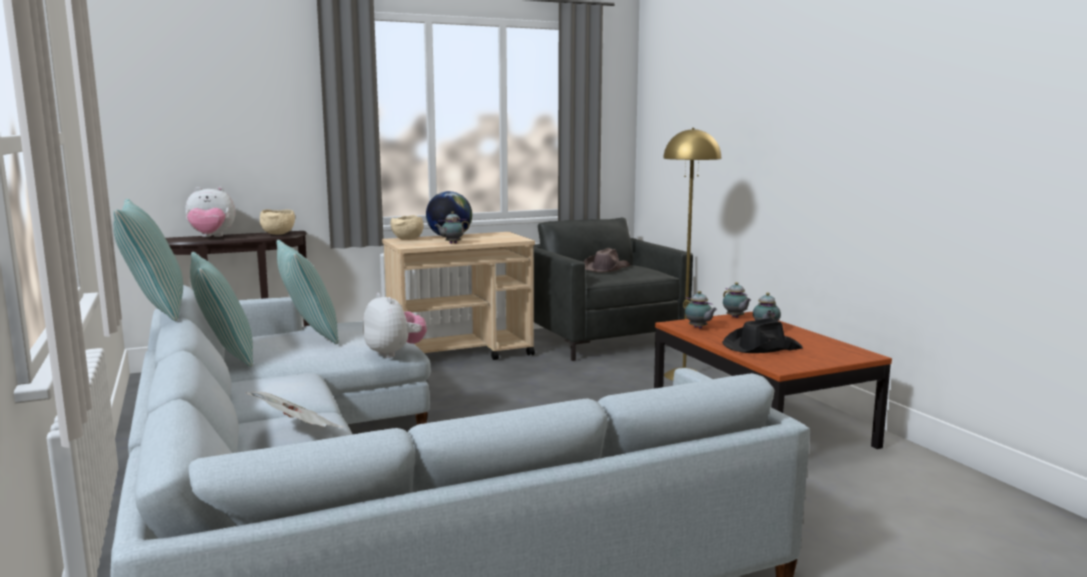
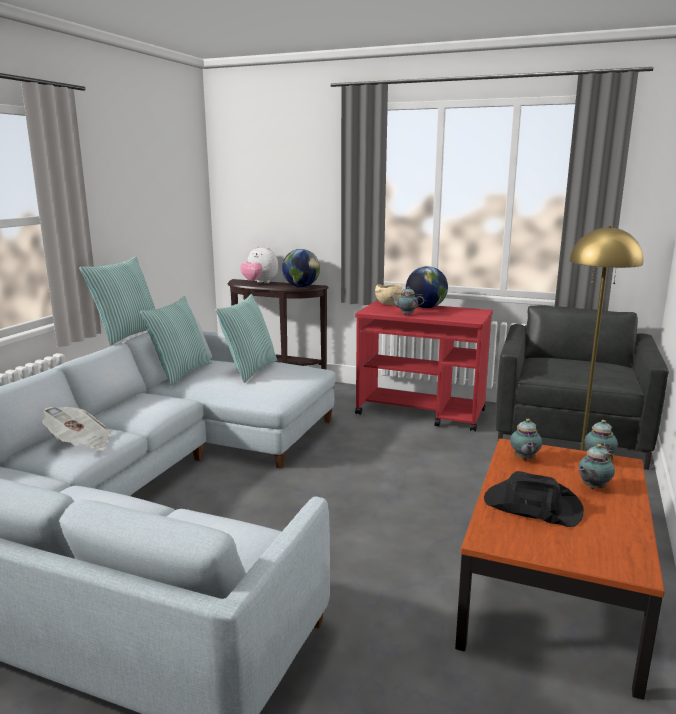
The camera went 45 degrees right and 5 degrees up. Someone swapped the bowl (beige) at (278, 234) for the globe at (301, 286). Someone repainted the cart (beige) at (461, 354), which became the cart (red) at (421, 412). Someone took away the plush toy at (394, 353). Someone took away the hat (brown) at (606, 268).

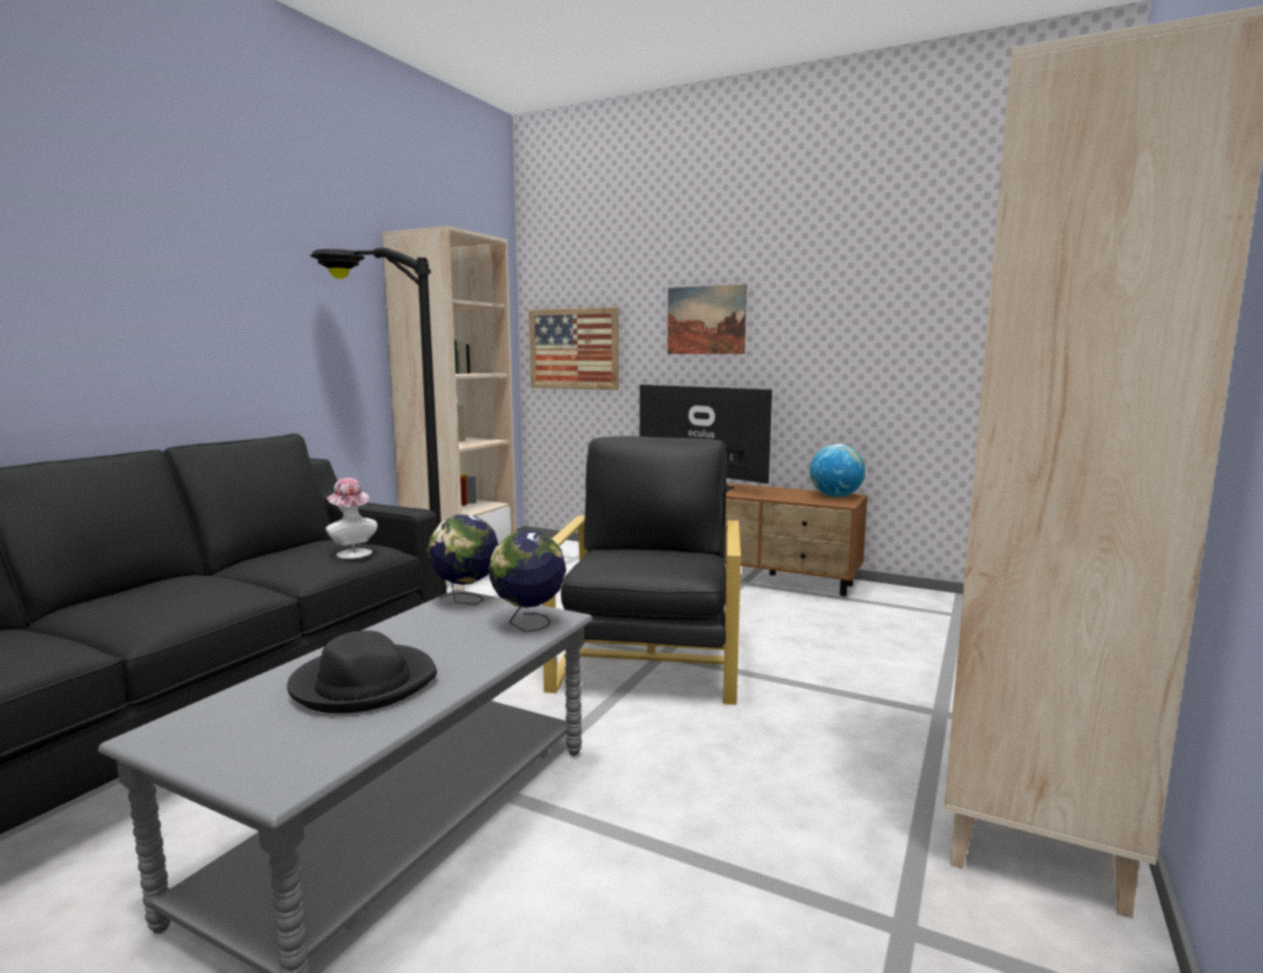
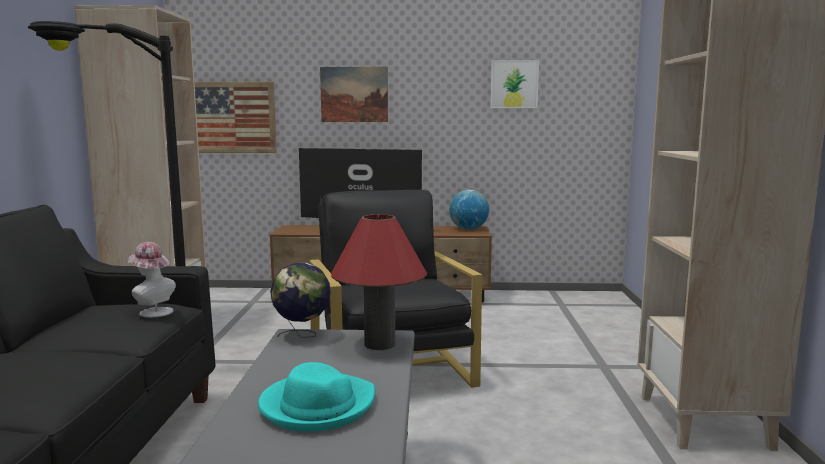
The camera went 25 degrees left and 0 degrees up. Someone repainted the hat (black) at (363, 683), which became the hat (turquoise) at (317, 406). Someone swapped the globe at (529, 625) for the table lamp (red) at (379, 344). Someone put up the picture at (514, 84).

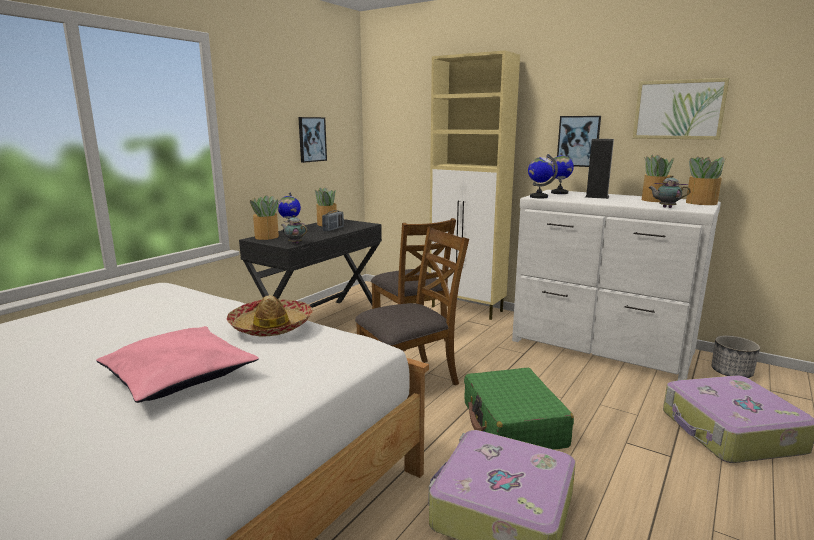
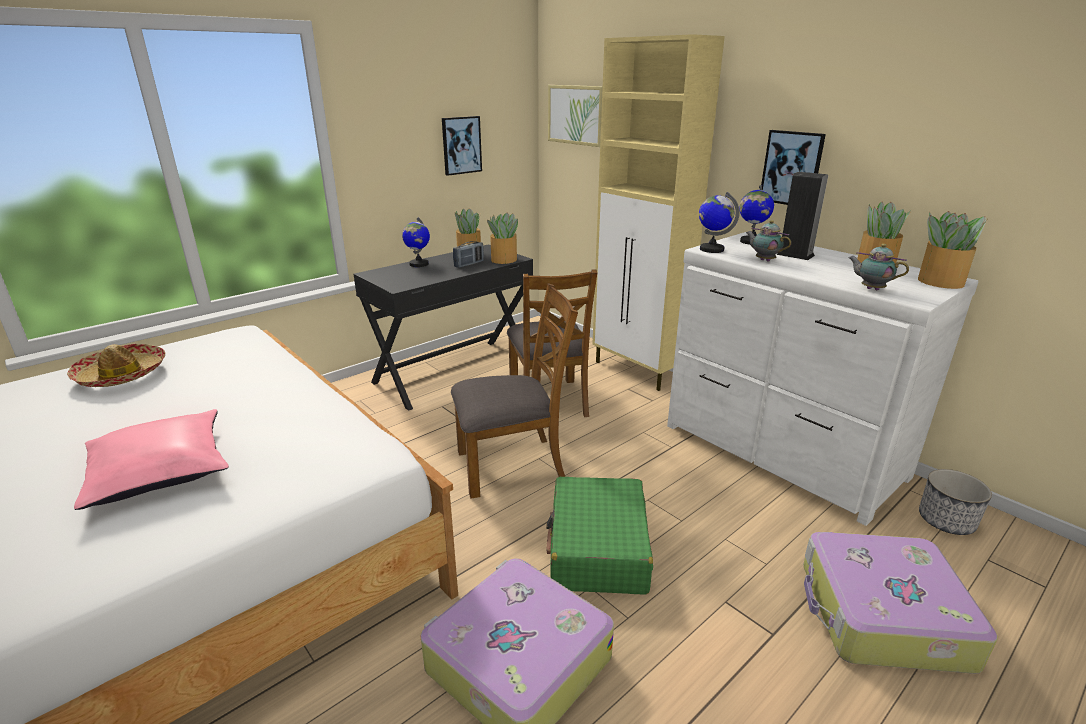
The camera went 15 degrees right and 10 degrees up. Someone carried the hat from (271, 326) to (121, 374). Someone carried the potted plant from (266, 237) to (503, 260). Someone carried the picture from (678, 109) to (576, 115). Someone carried the teapot from (294, 243) to (763, 260).

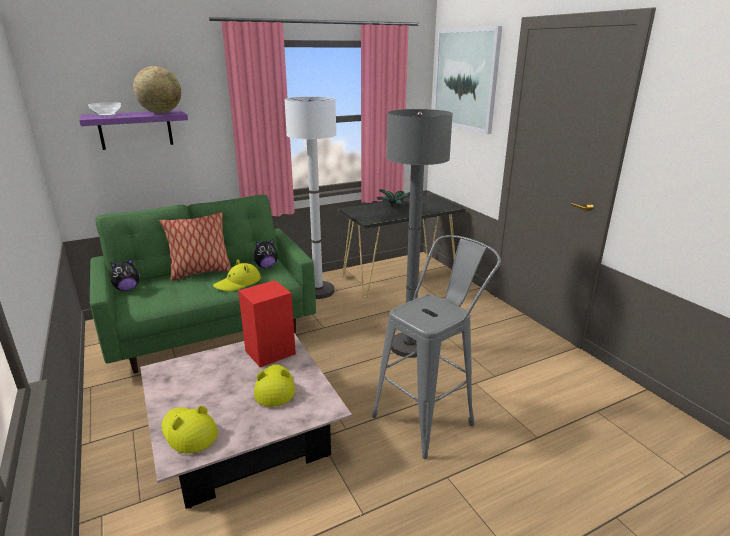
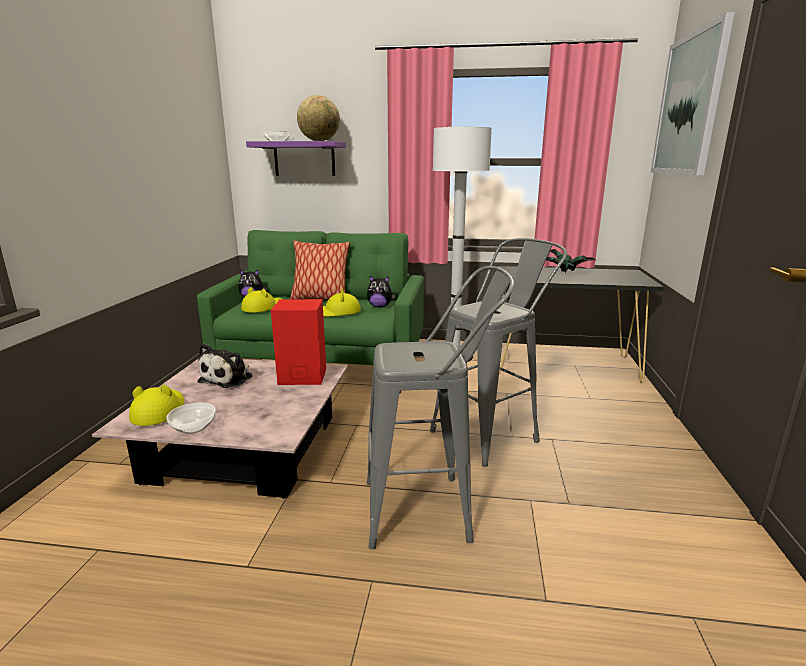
The camera went 35 degrees right and 5 degrees down. Someone put down the bowl at (193, 427). Someone put down the plush toy at (228, 378). Someone carried the hat (yellow) from (274, 388) to (263, 307). Someone swapped the floor lamp (grey) at (409, 346) for the stool (grey) at (492, 433).

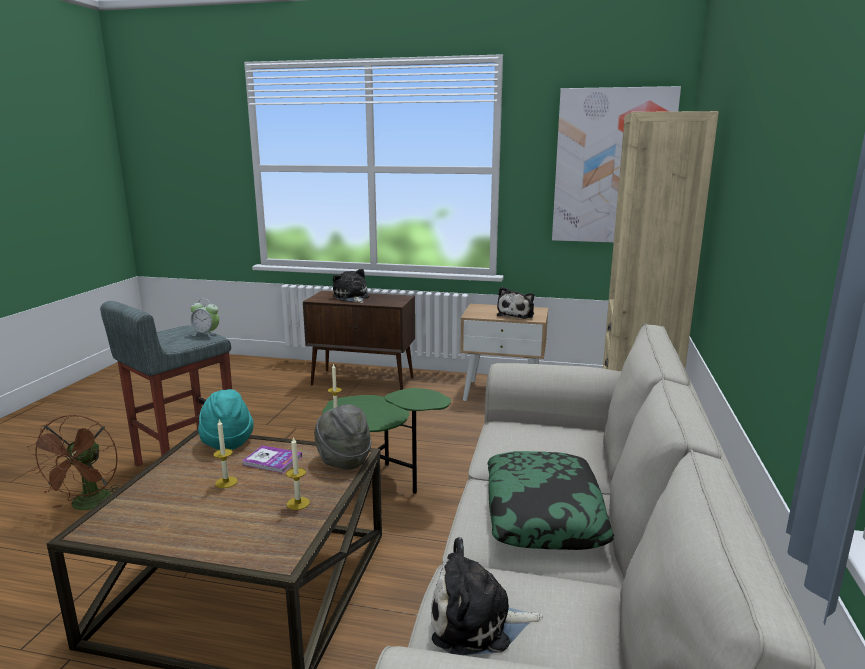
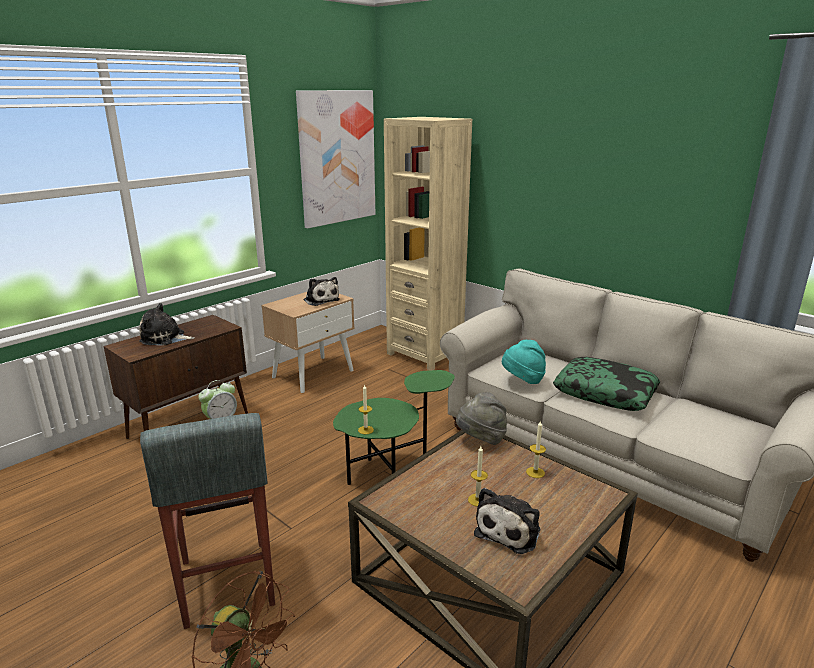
The camera went 60 degrees left and 5 degrees up. Someone carried the plush toy from (477, 622) to (509, 530). Someone carried the hat (turquoise) from (227, 441) to (522, 380). Someone took away the book at (272, 460).

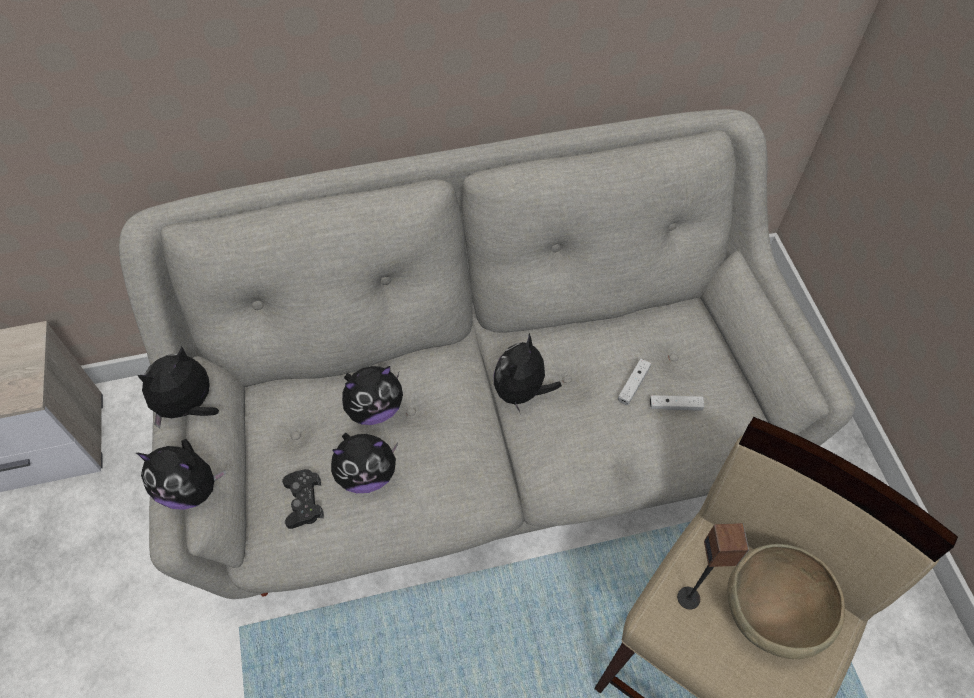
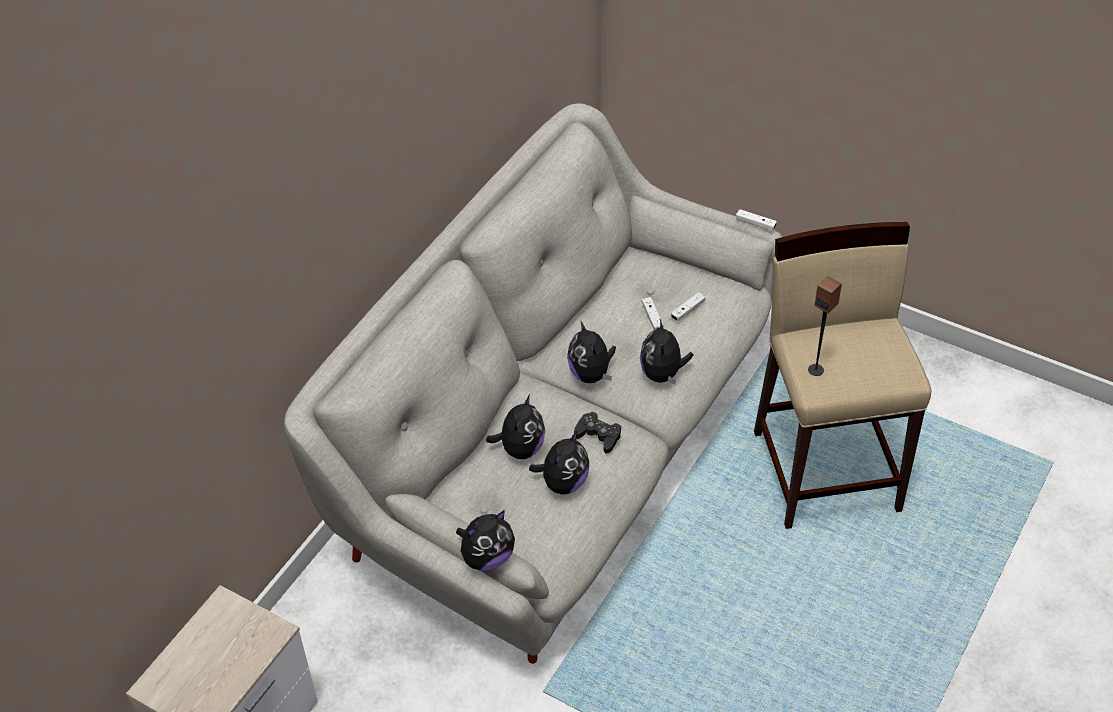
The camera went 45 degrees left and 10 degrees down. Someone carried the game controller (black) from (303, 501) to (598, 436). Someone carried the plush toy from (188, 406) to (663, 374). Someone put down the game controller (white) at (755, 224). Someone took away the bowl (brown) at (770, 614).

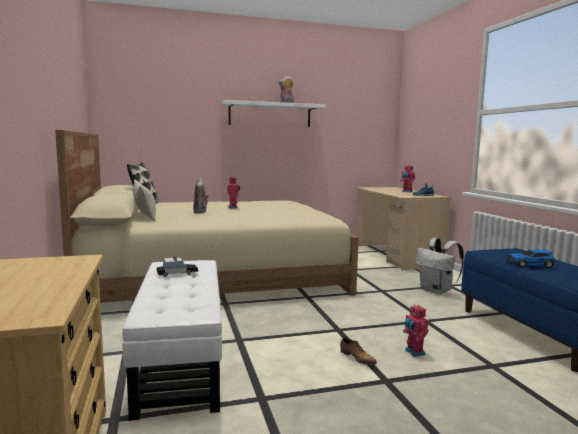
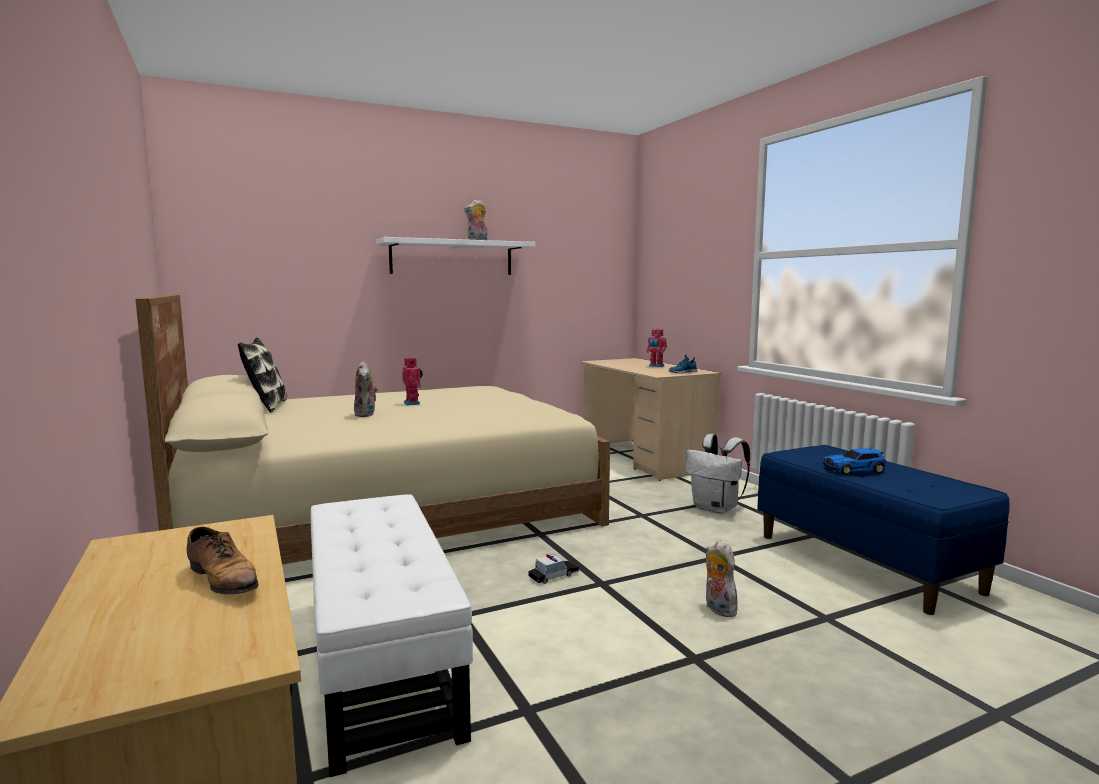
The camera went 10 degrees left and 0 degrees up. Someone carried the shoe from (357, 358) to (224, 579). Someone carried the toy car from (177, 273) to (554, 576). Someone swapped the toy robot at (414, 352) for the plush toy at (717, 609). Someone took away the pillow (beige) at (144, 215).

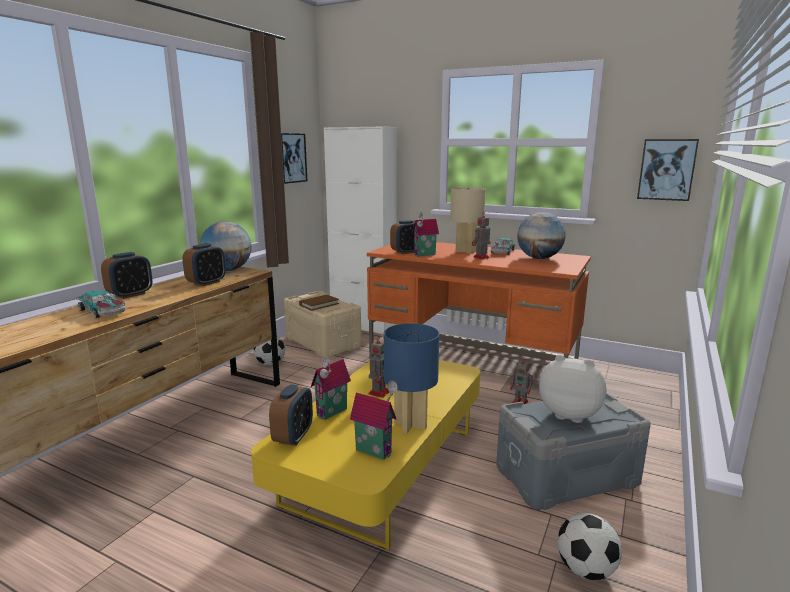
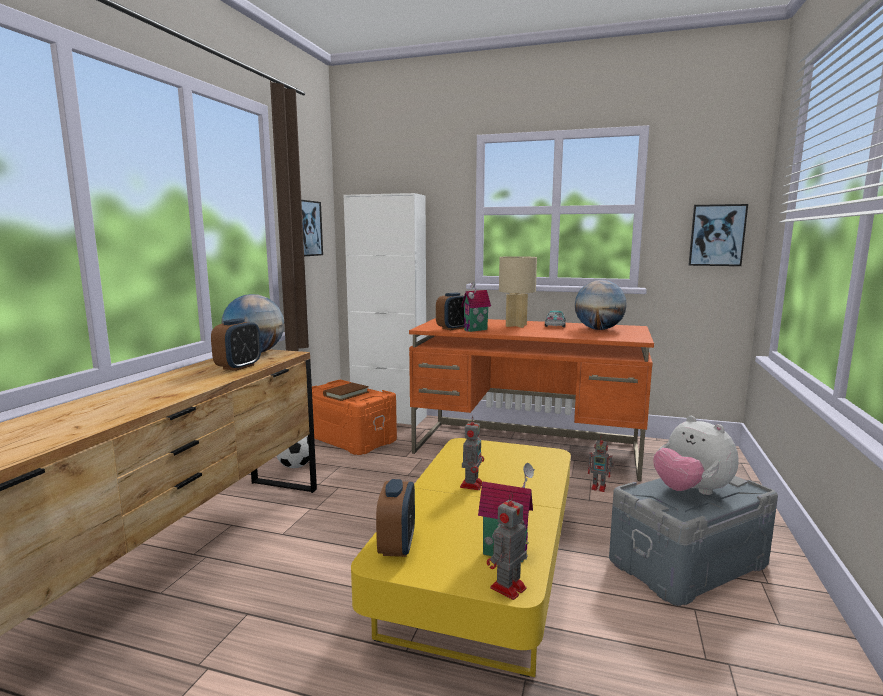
The camera went 10 degrees left and 5 degrees down. Someone repainted the storage box (beige) at (322, 342), which became the storage box (orange) at (349, 438). Someone carried the toy robot from (480, 257) to (507, 589). Someone rotated the plush toy at (569, 414) by 135 degrees counterclockwise. Someone took away the toy car at (102, 311). Someone took away the alarm clock at (130, 295). Someone took away the toy house at (333, 413). Someone took away the table lamp (blue) at (410, 424). Someone took away the football at (585, 570).

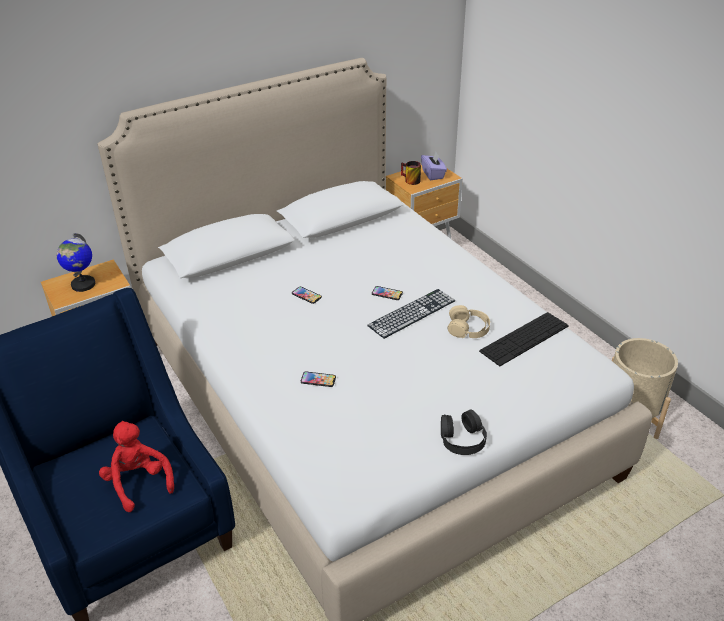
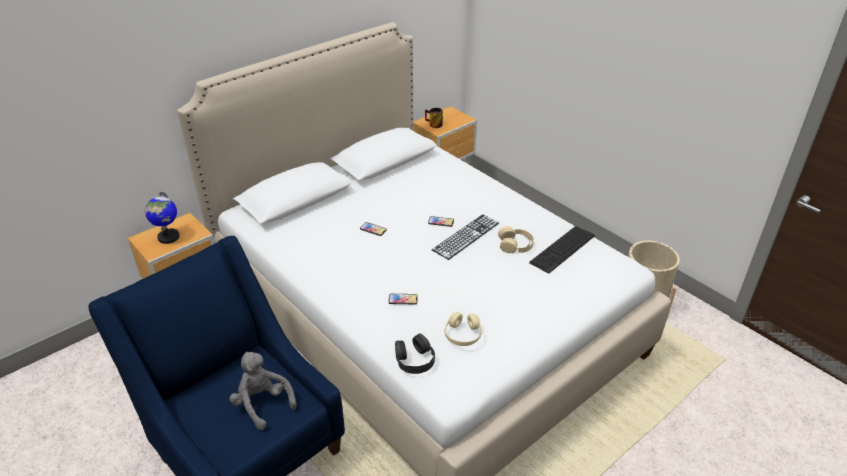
The camera went 10 degrees left and 0 degrees up. Someone repainted the plush toy (red) at (138, 482), which became the plush toy (grey) at (262, 404). Someone carried the headphones (black) from (462, 439) to (414, 359). Someone put down the headphones (beige) at (463, 335). Someone took away the tissue box (purple) at (433, 174).

